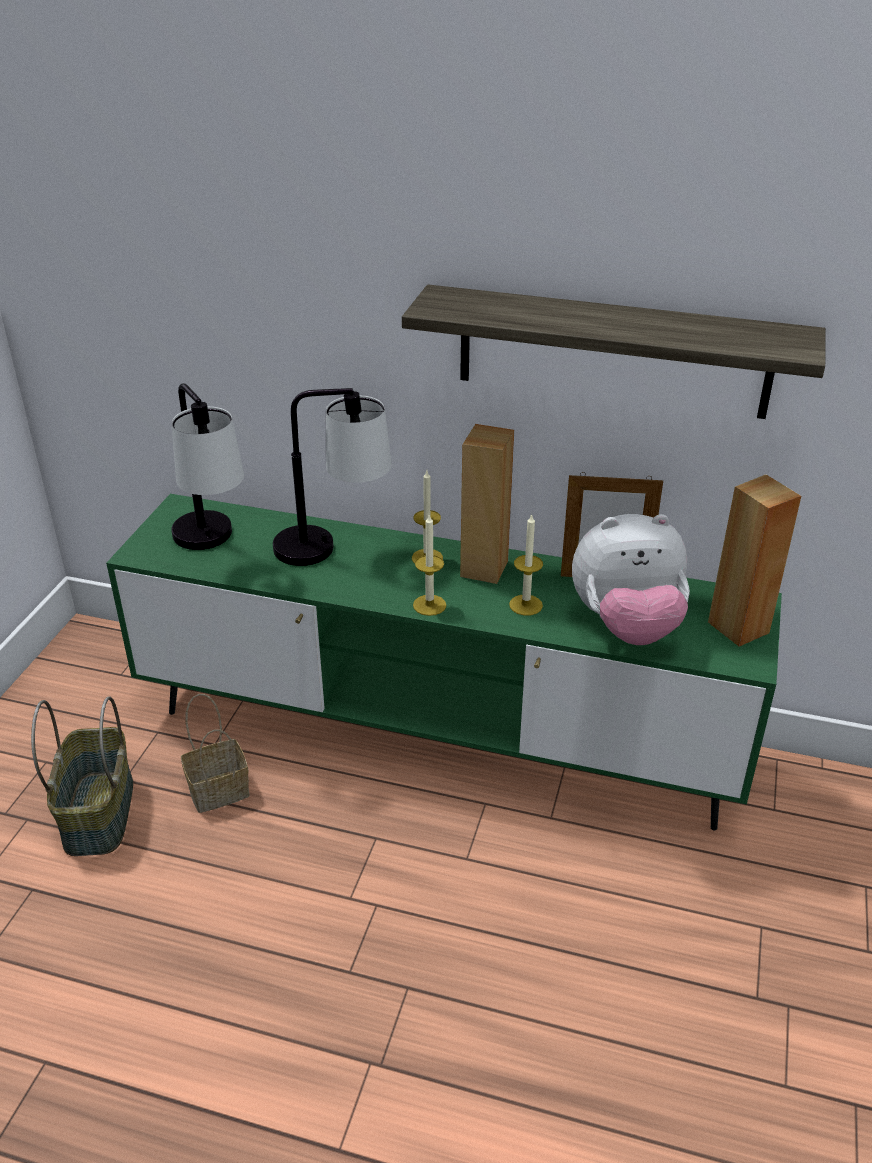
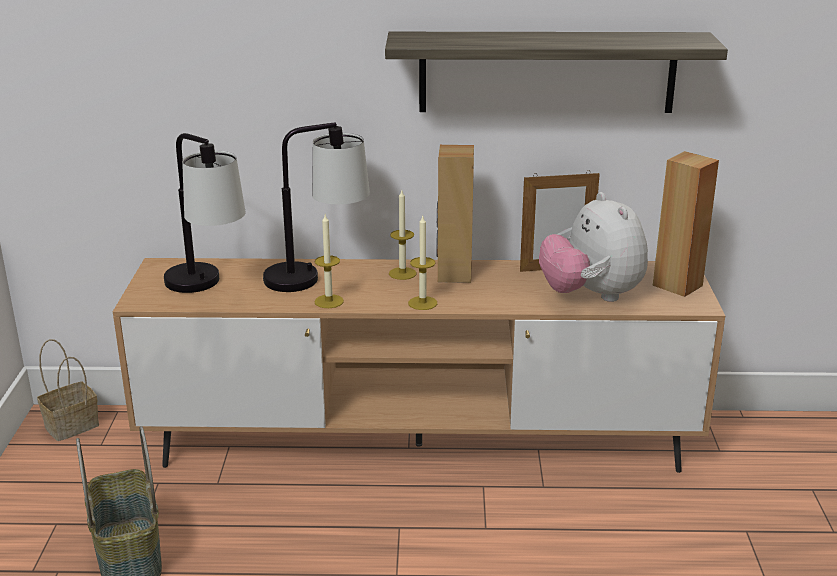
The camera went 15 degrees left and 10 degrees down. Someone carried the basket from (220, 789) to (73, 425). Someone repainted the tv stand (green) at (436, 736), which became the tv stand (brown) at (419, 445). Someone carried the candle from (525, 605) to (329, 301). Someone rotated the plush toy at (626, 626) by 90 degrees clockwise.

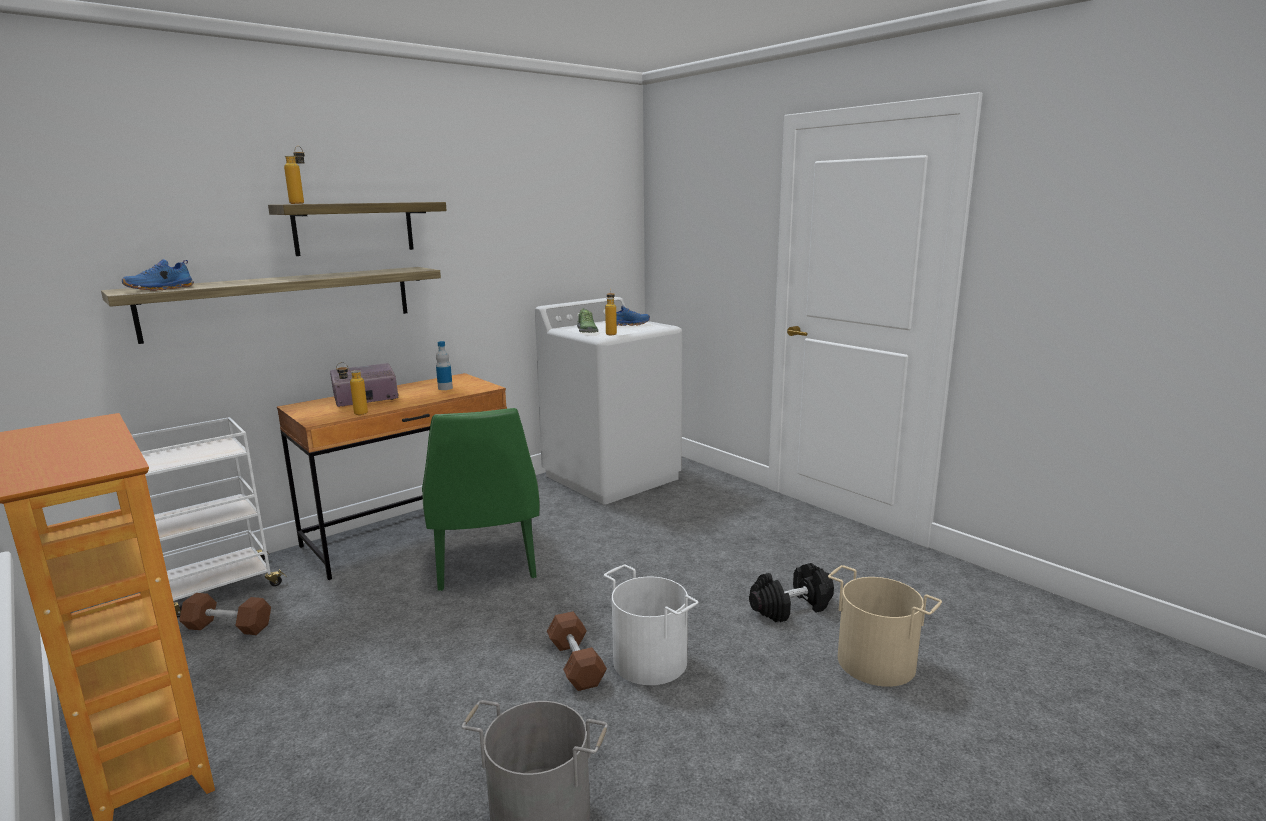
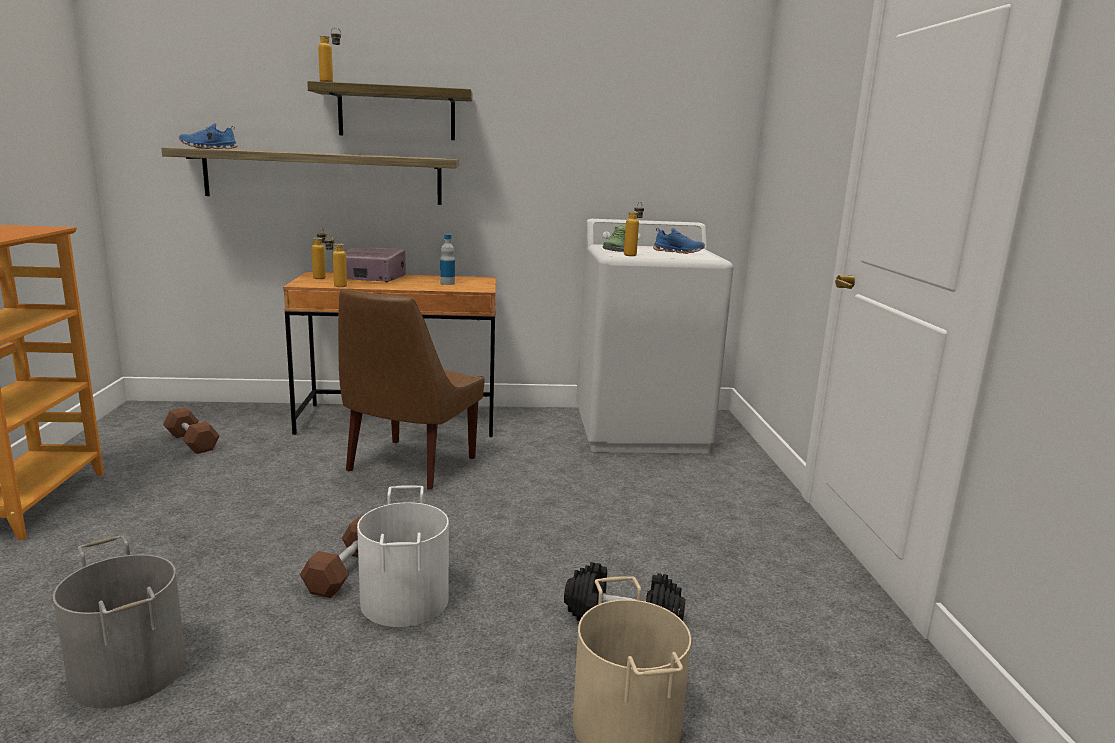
The camera went 35 degrees right and 0 degrees up. Someone put down the bottle at (321, 277). Someone repainted the chair (green) at (485, 566), which became the chair (brown) at (409, 466). Someone took away the cart (white) at (218, 588).

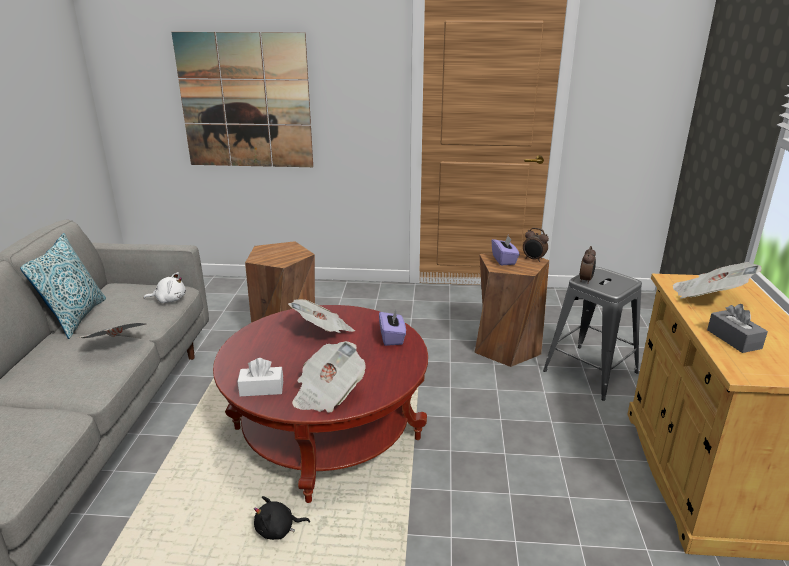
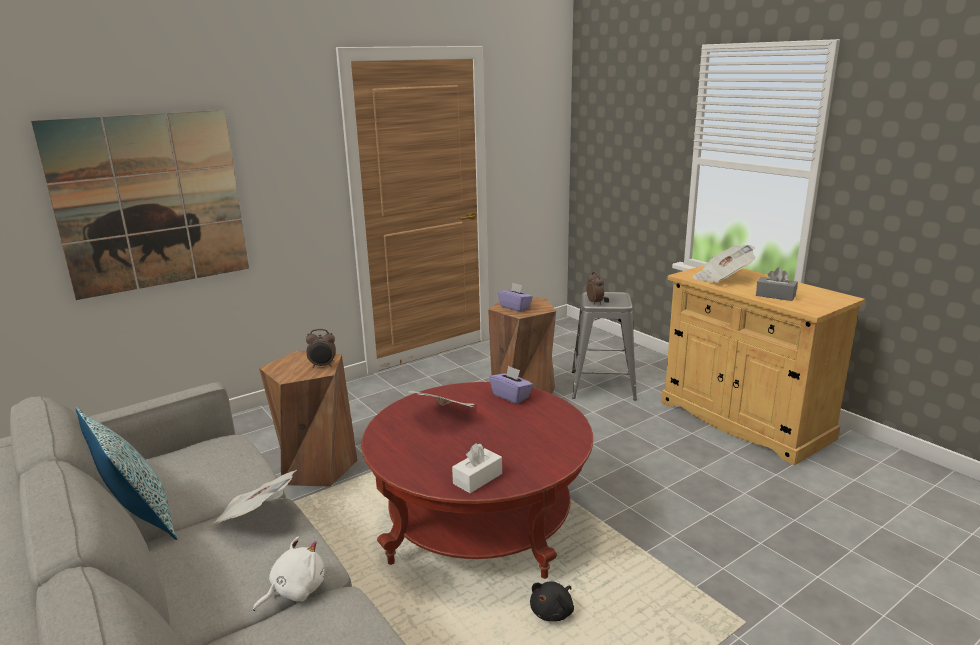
The camera went 40 degrees left and 5 degrees down. Someone carried the plush toy (white) from (169, 300) to (295, 590). Someone carried the alarm clock from (533, 259) to (323, 366). Someone took away the newspaper at (327, 393).

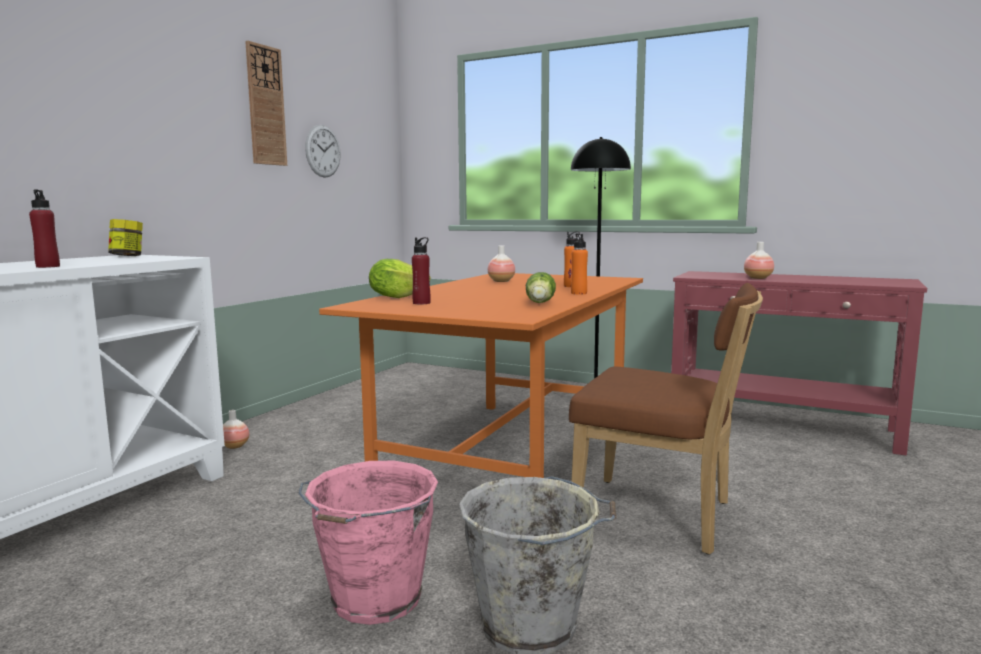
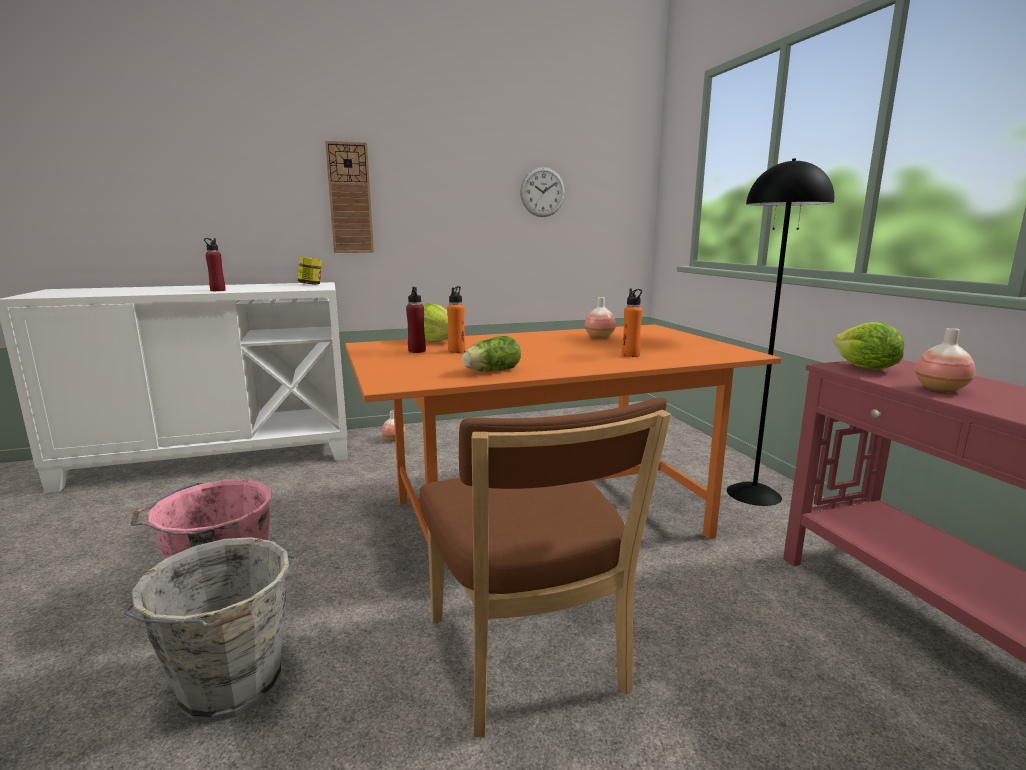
The camera went 45 degrees right and 5 degrees up. Someone carried the wall clock from (265, 106) to (350, 198). Someone carried the bottle (orange) from (579, 293) to (457, 351). Someone put down the lettuce at (864, 368).

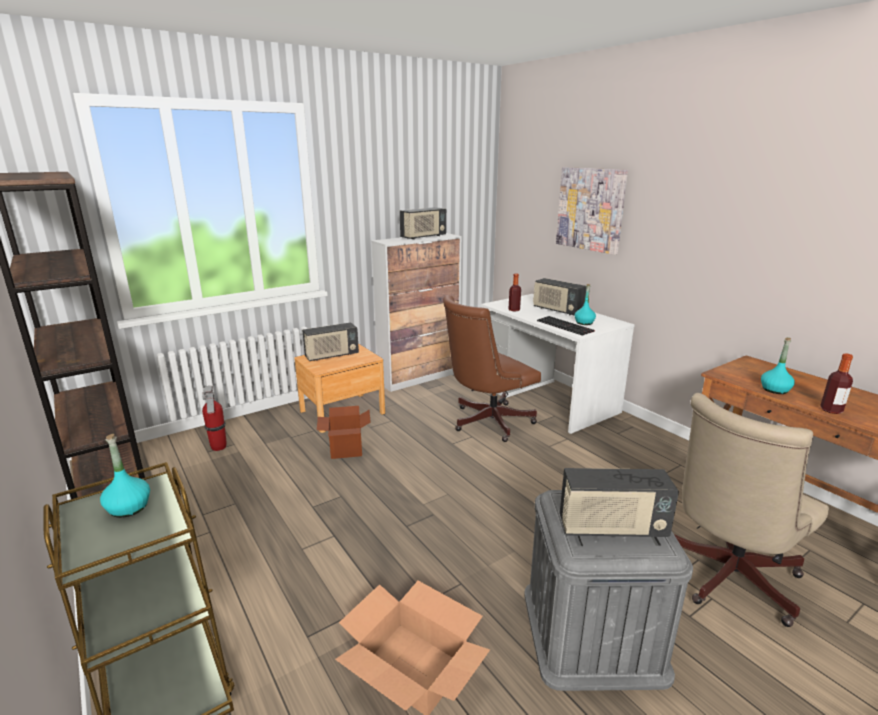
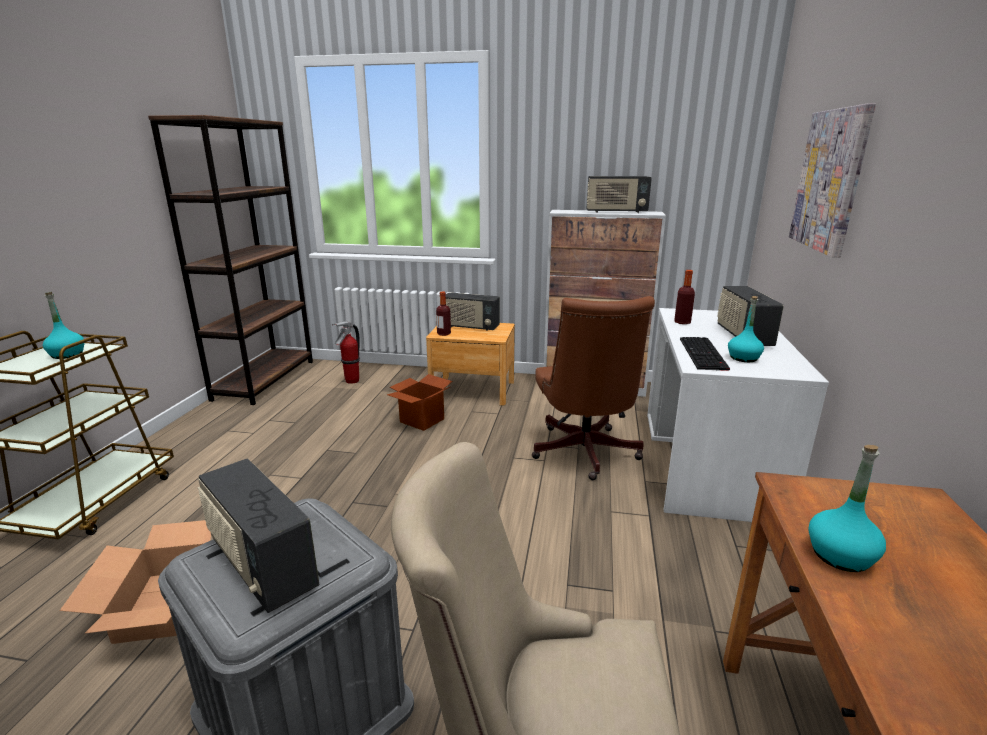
The camera went 45 degrees right and 0 degrees up. Someone carried the bottle from (831, 410) to (444, 334). Someone rotated the office chair (brown) at (486, 422) by 105 degrees counterclockwise.

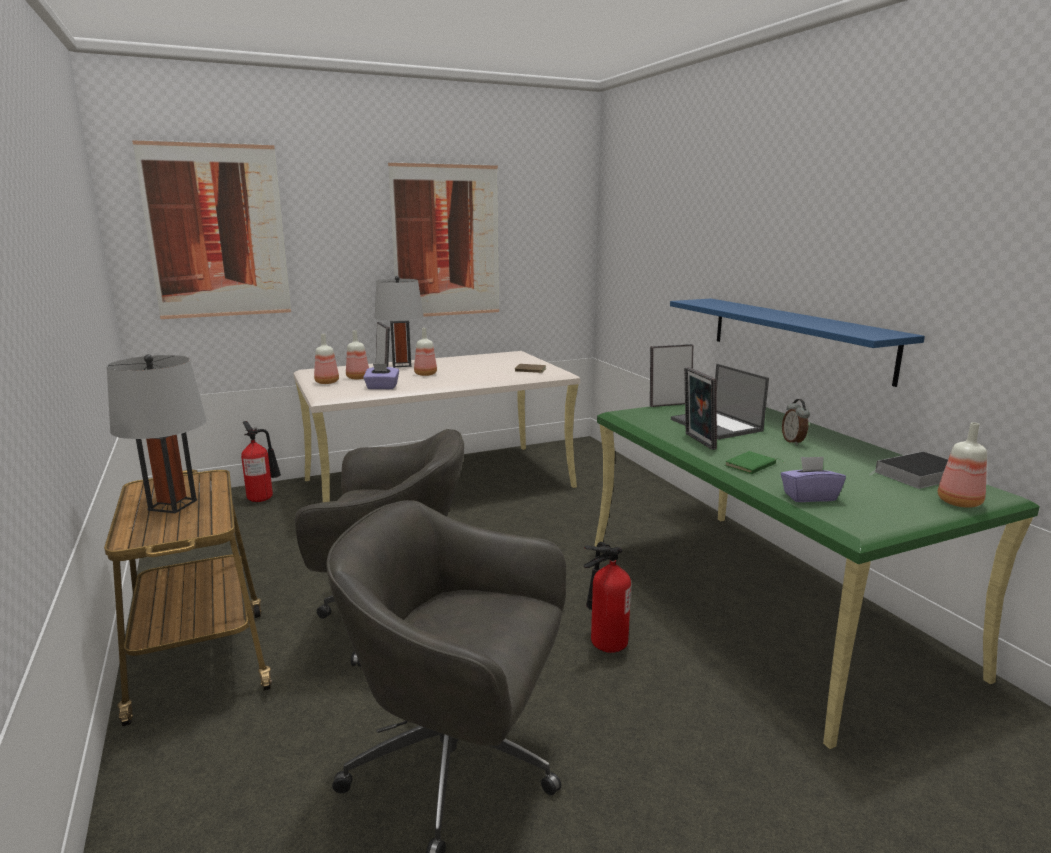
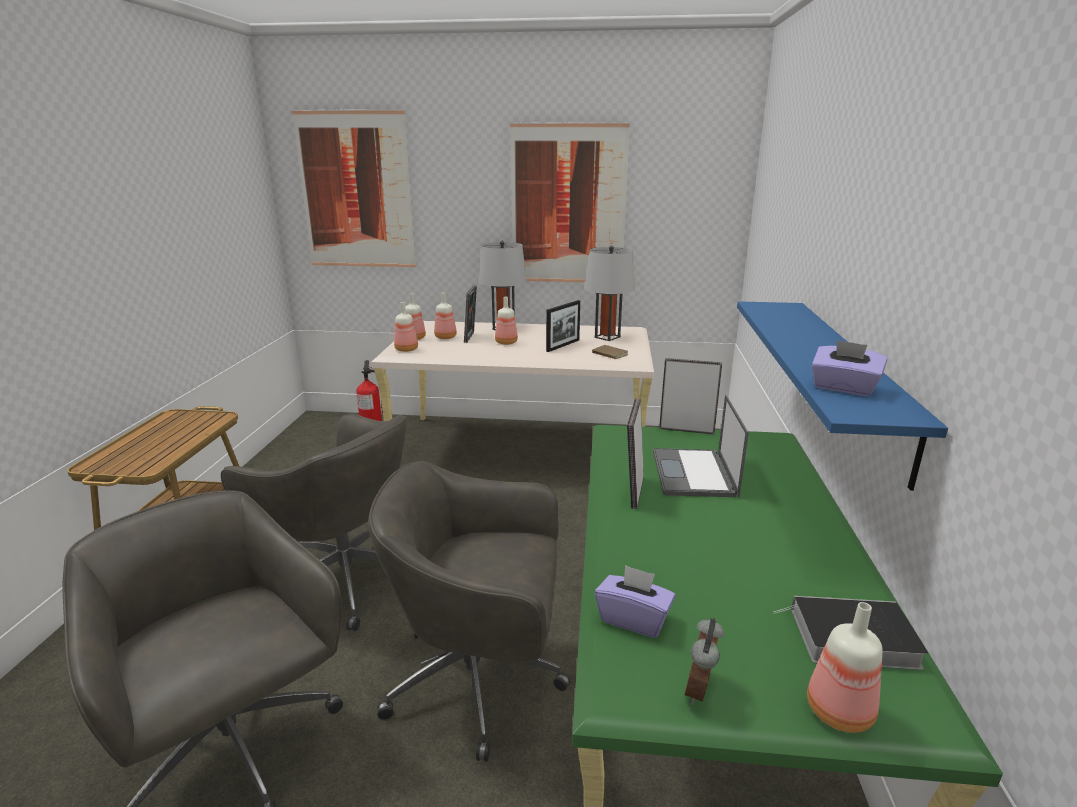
The camera went 30 degrees right and 5 degrees up. Someone swapped the fire extinguisher at (604, 643) for the office chair (grey) at (480, 680). Someone put down the bottle at (407, 349). Someone put down the picture frame at (563, 345). Someone carried the table lamp (grey) from (172, 505) to (607, 337). Someone carried the alarm clock from (793, 442) to (700, 690). Someone carried the tissue box (purple) from (382, 387) to (843, 388). Someone took away the book (green) at (751, 466).

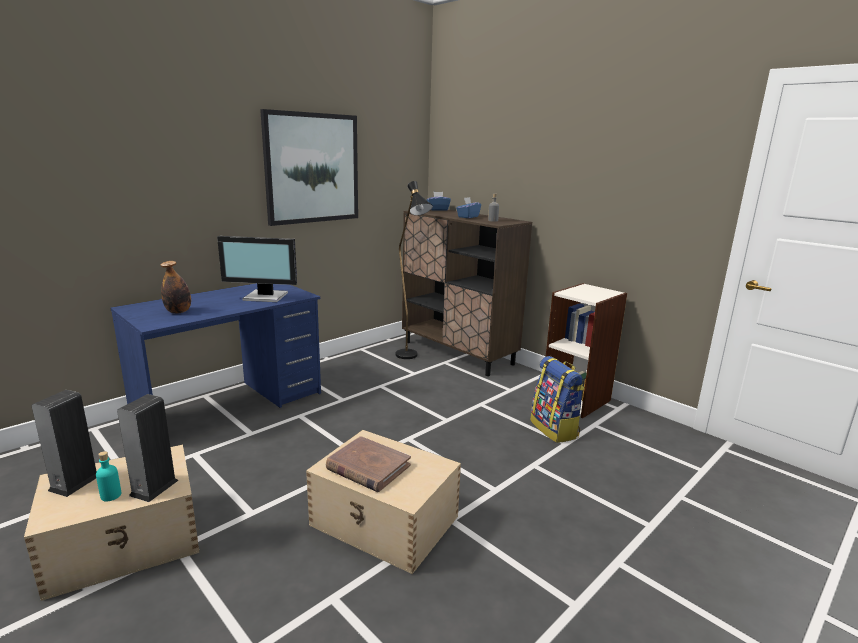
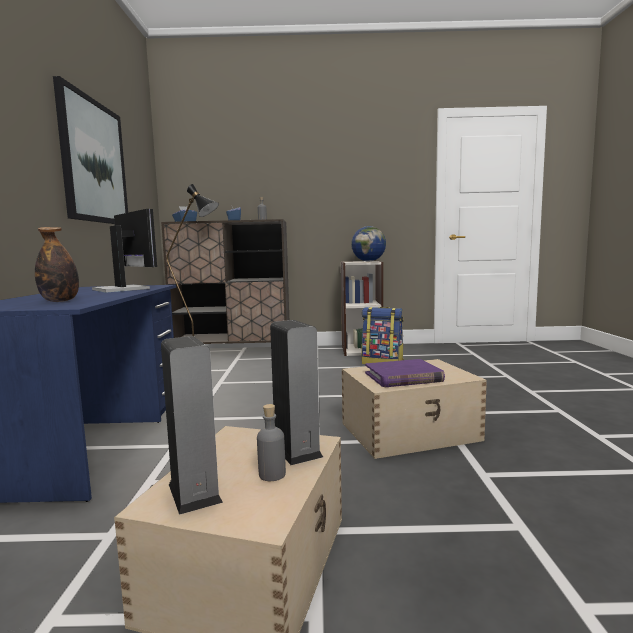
The camera went 45 degrees left and 10 degrees down. Someone rotated the monitor at (265, 297) by 90 degrees counterclockwise. Someone repainted the bottle (turquoise) at (111, 495), which became the bottle (grey) at (272, 474). Someone put down the globe at (368, 261). Someone repainted the book (brown) at (368, 467), which became the book (purple) at (403, 377).

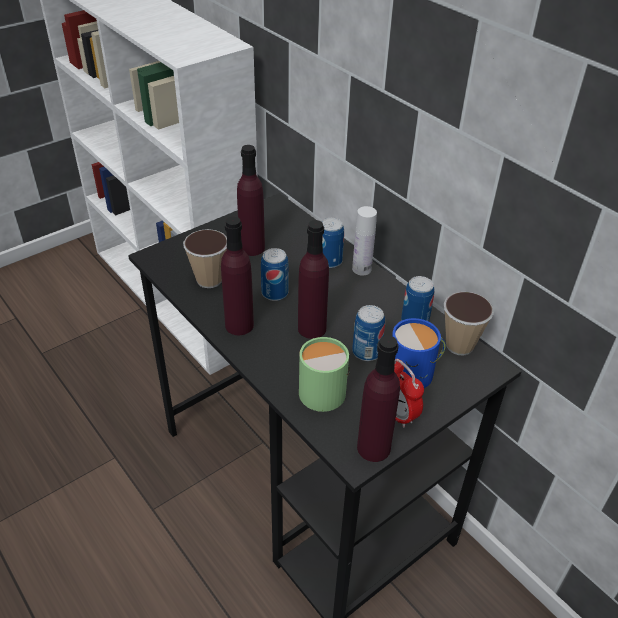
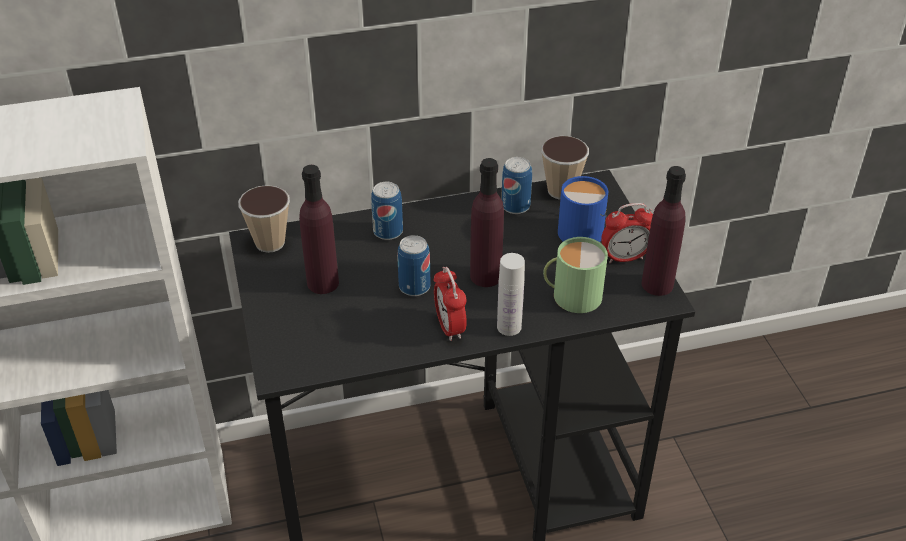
The camera went 65 degrees left and 0 degrees up. Someone carried the cup from (209, 280) to (270, 243). Someone swapped the bottle (purple) at (239, 325) for the alarm clock at (449, 327). Someone carried the bottle (white) from (361, 269) to (509, 327). Someone took away the can at (366, 352).

